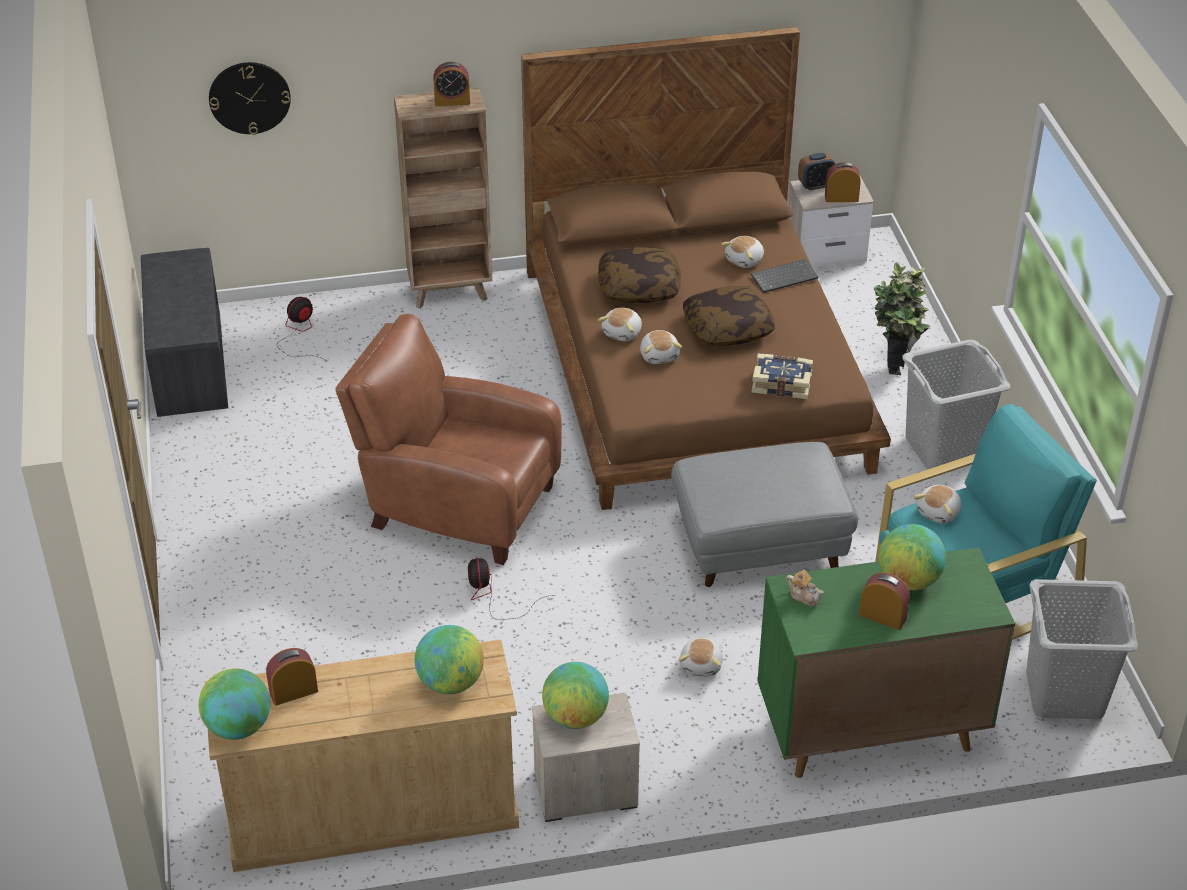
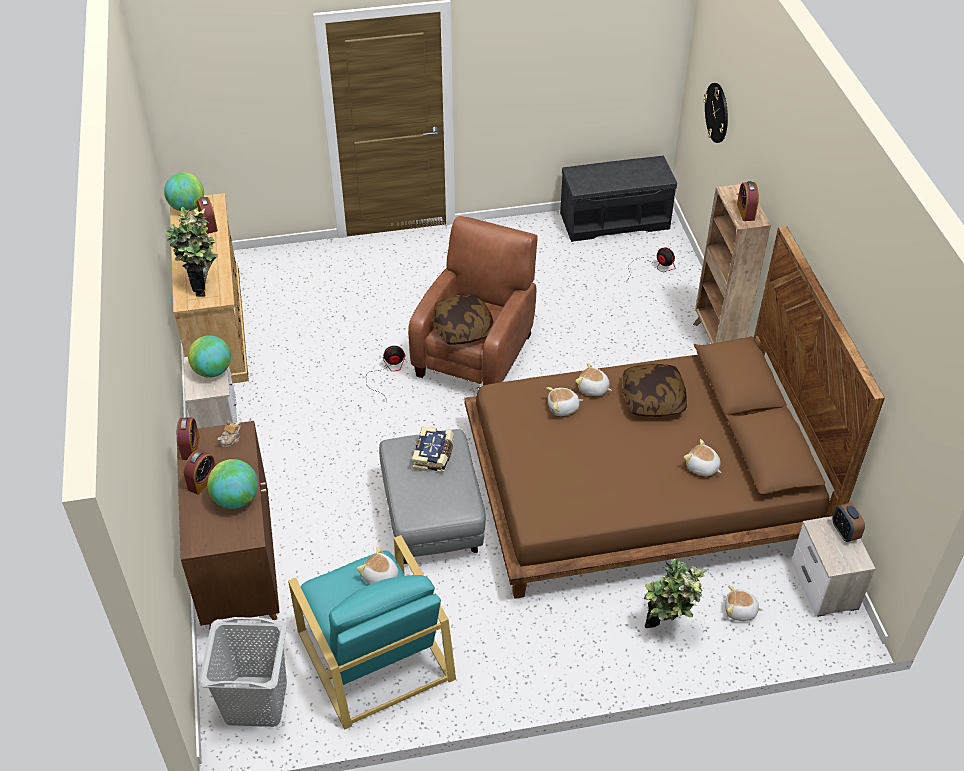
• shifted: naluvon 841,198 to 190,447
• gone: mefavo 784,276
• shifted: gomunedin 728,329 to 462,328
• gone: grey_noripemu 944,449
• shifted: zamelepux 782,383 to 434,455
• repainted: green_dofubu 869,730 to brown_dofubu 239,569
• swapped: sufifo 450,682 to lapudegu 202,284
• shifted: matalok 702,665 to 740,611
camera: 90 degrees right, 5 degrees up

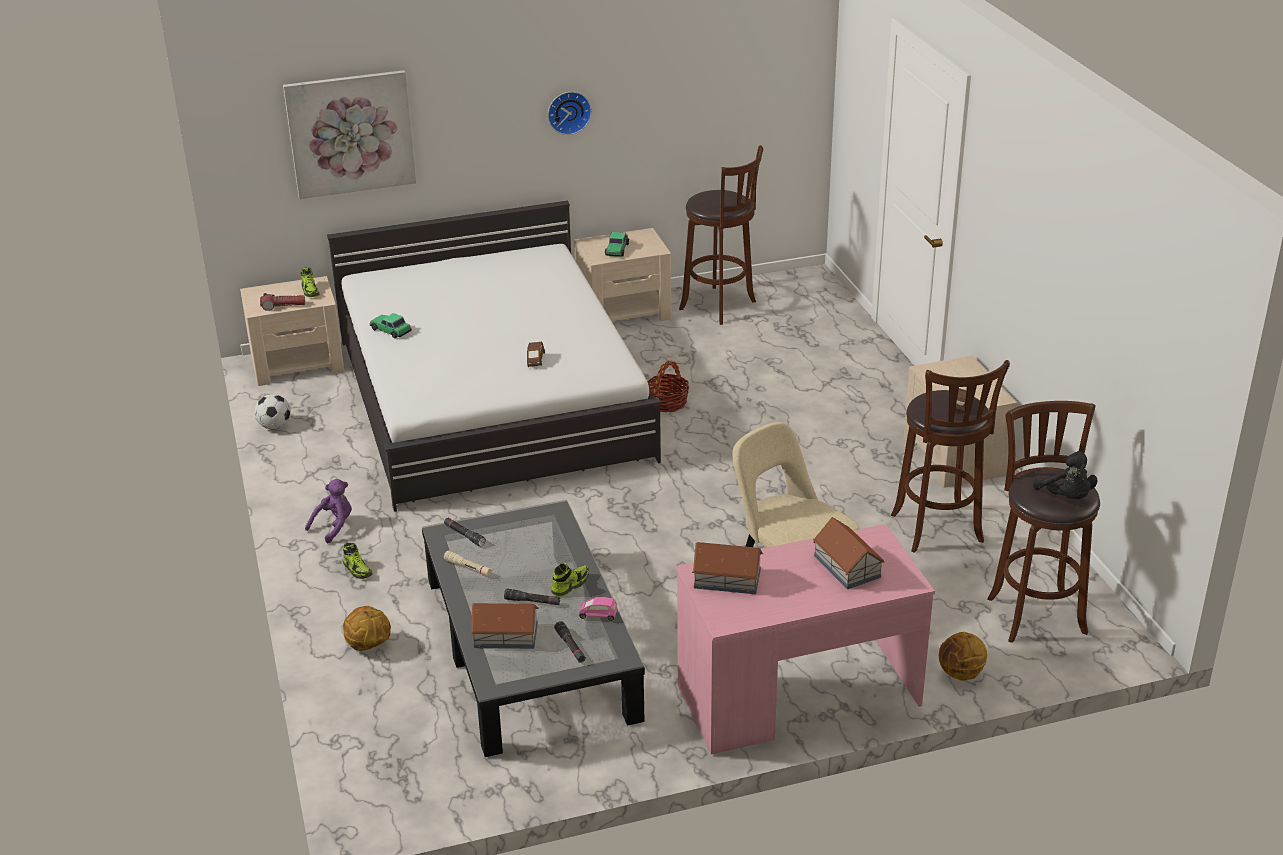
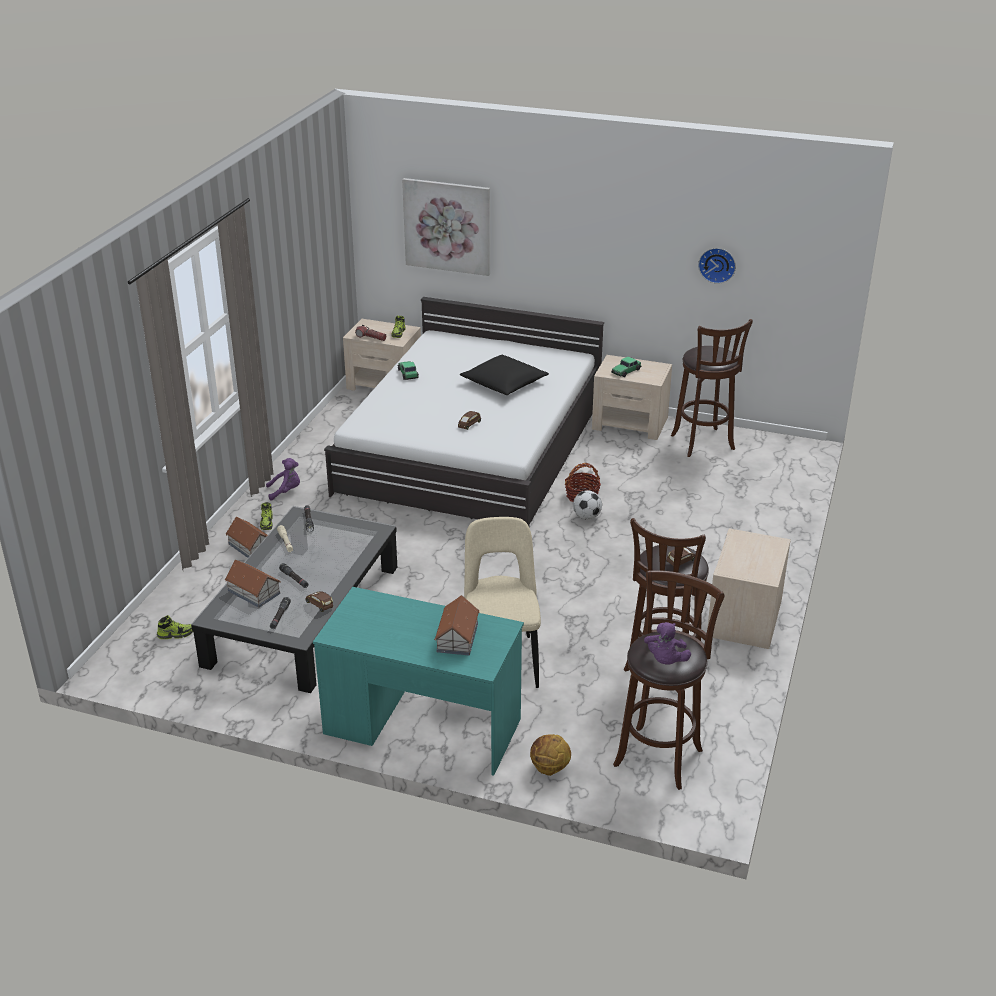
• shifted: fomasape 568,111 to 717,264
• shifted: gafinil 274,426 to 586,517
• repainted: black_matalok 1066,497 to purple_matalok 665,661
• repainted: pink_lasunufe 798,696 to turquoise_lasunufe 422,726
• shifted: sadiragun 726,578 to 250,546
• shifted: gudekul 570,585 to 176,634
• repainted: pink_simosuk 598,615 to brown_simosuk 320,605
• gone: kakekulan 368,645
• new: black_gomunedin 504,383
camera: 35 degrees right, 0 degrees up

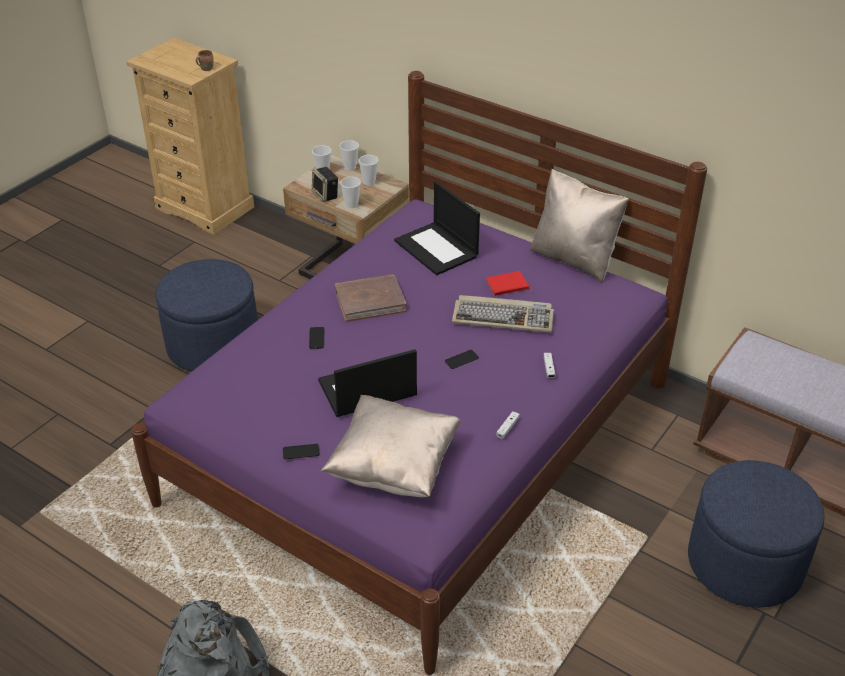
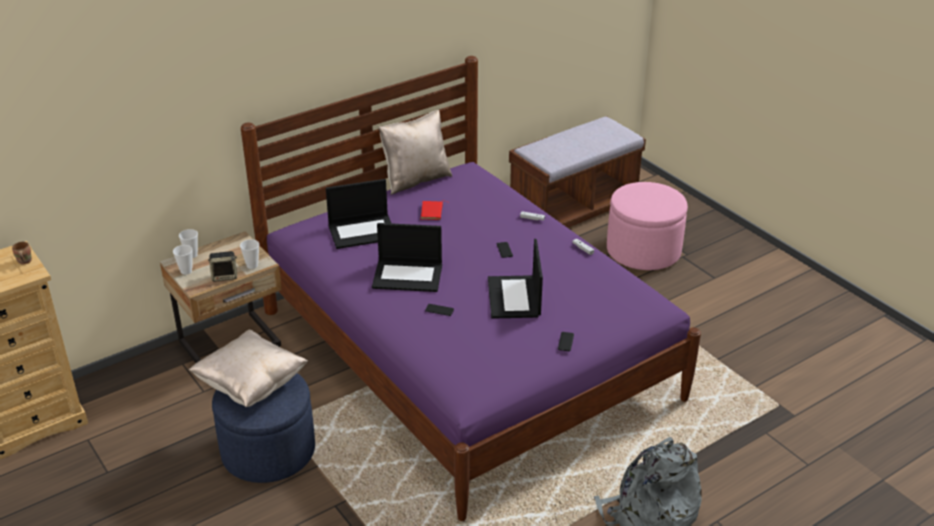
• gone: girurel 369,182
• swapped: brown_zamelepux 370,300 to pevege 408,276
• gone: mefavo 503,317
• shifted: beige_gomunedin 393,467 to 251,385
• repainted: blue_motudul 744,563 to pink_motudul 643,251
camera: 70 degrees left, 5 degrees down

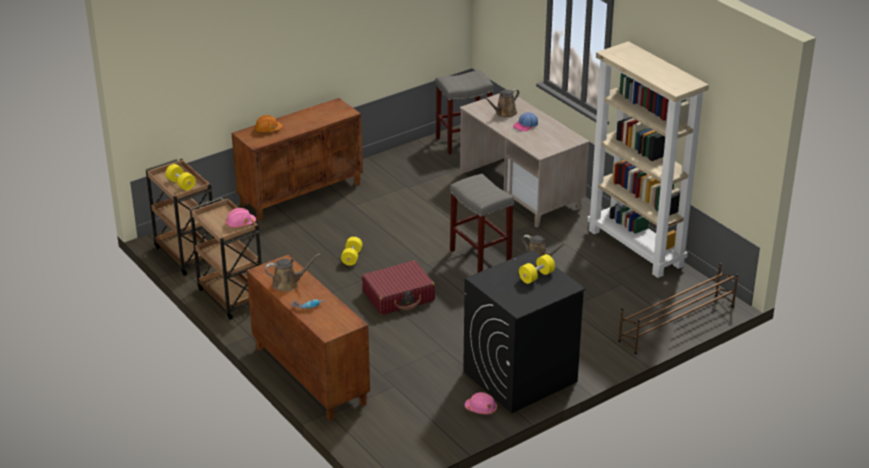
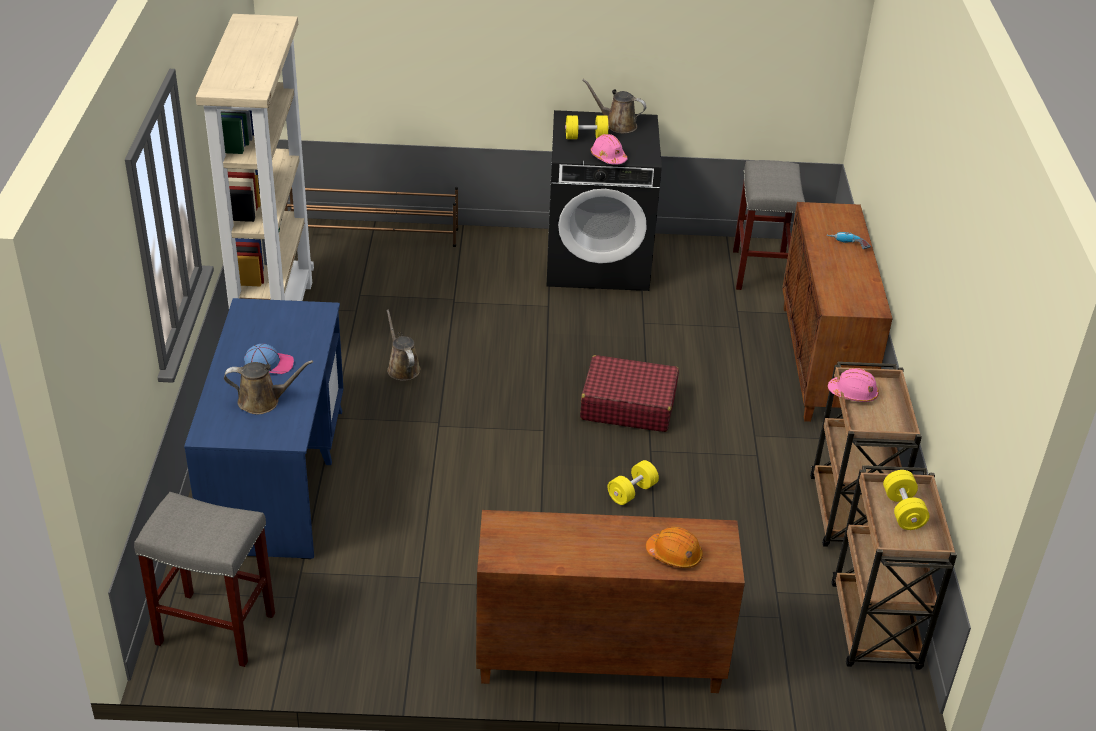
• repainted: beige_lasunufe 522,191 to blue_lasunufe 277,476
• shifted: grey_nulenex 479,256 to 761,272
• shifted: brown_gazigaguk 288,284 to 617,125
• shifted: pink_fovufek 481,408 to 608,157
camera: 145 degrees left, 5 degrees up

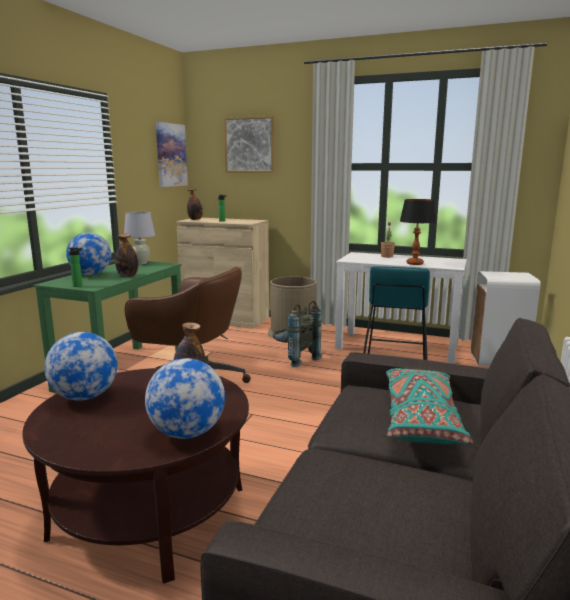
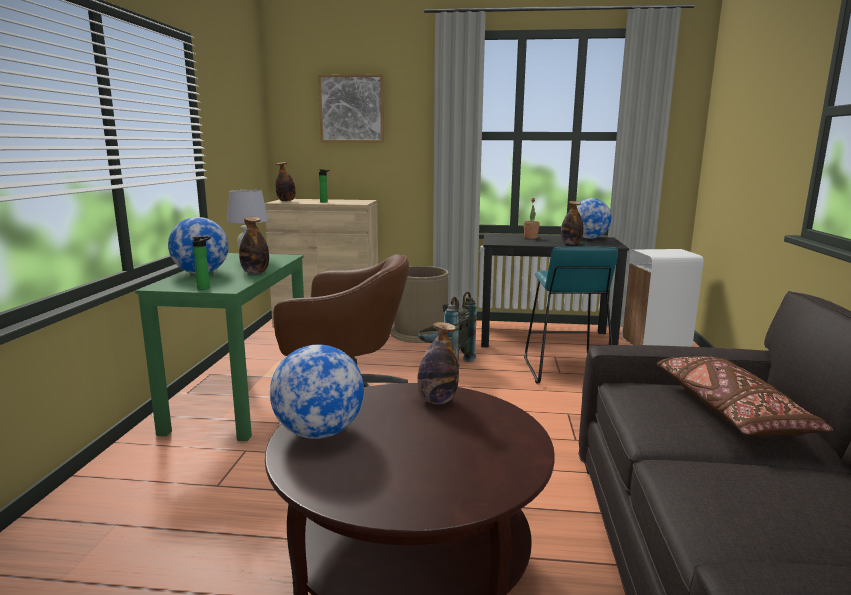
• gone: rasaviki 170,155
• swapped: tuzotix 415,263 to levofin 571,244
• repainted: white_lasunufe 397,347 to black_lasunufe 546,339
• shifted: sufifo 187,433 to 588,238
• repainted: turquoise_gomunedin 421,418 to brown_gomunedin 728,411
camera: 15 degrees left, 0 degrees up

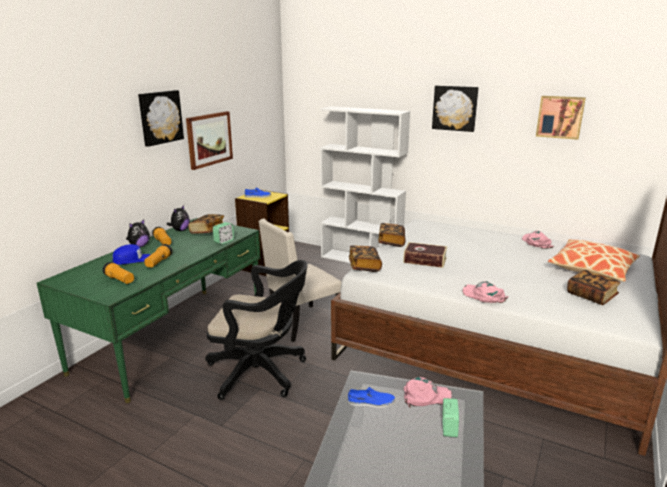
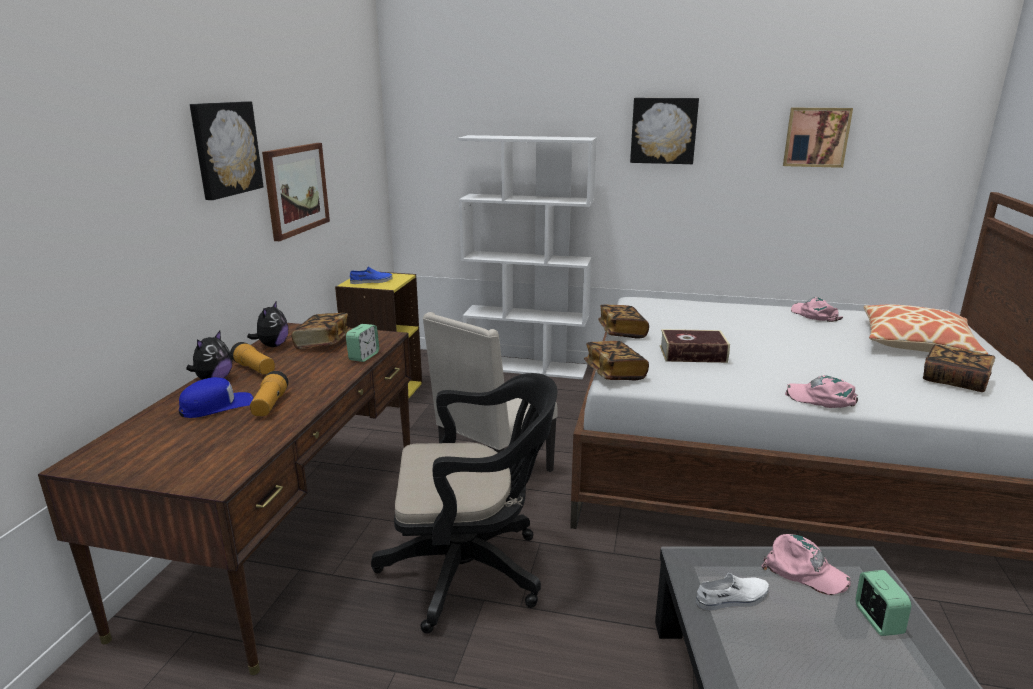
• repainted: green_lasunufe 172,338 to brown_lasunufe 285,533
• gone: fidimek 119,280
• rotated: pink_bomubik 426,396 = 804,571 60 degrees clockwise
• repainted: blue_gudekul 371,403 to white_gudekul 732,598
camera: 15 degrees left, 0 degrees up

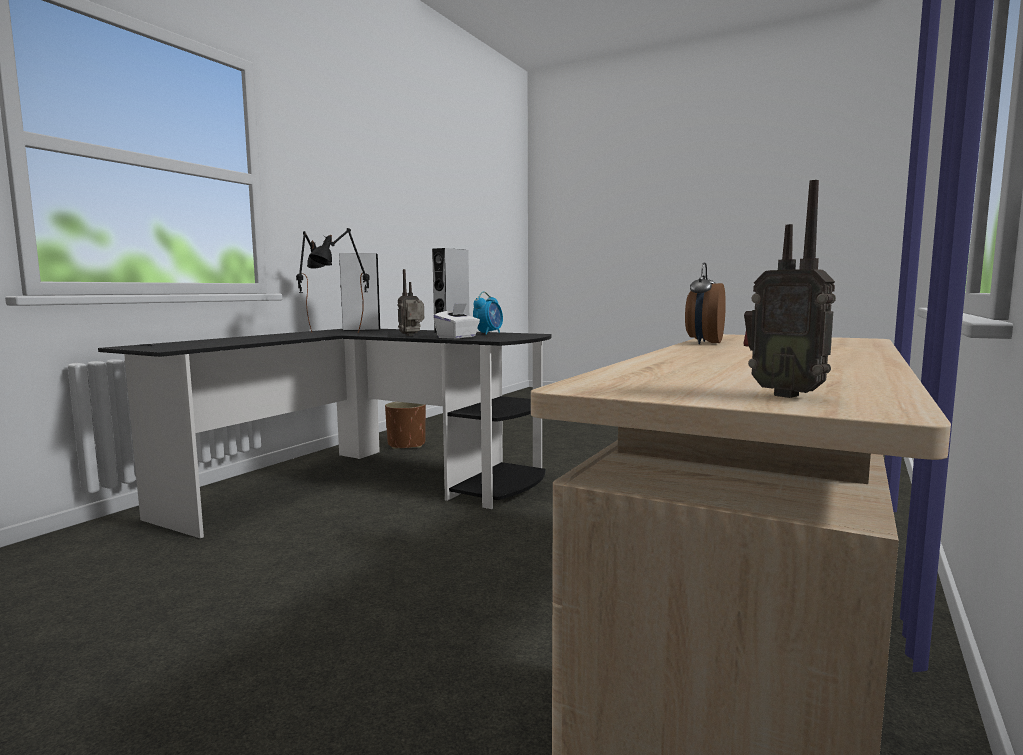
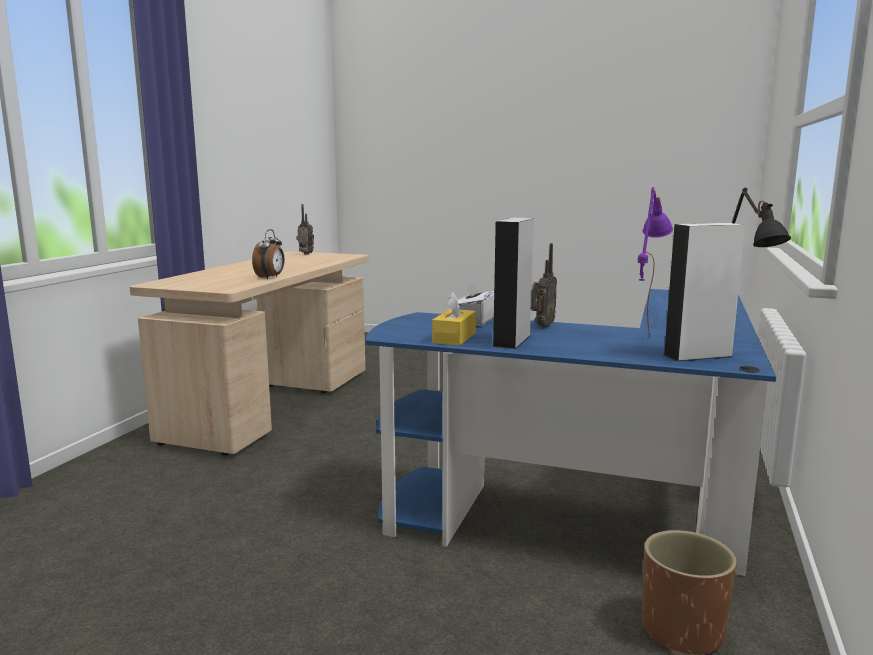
• repainted: black_tuzotix 344,334 to purple_tuzotix 644,330
• swapped: naluvon 488,333 to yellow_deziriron 454,338
• repainted: black_lasunufe 364,484 to blue_lasunufe 601,505
camera: 170 degrees right, 5 degrees up

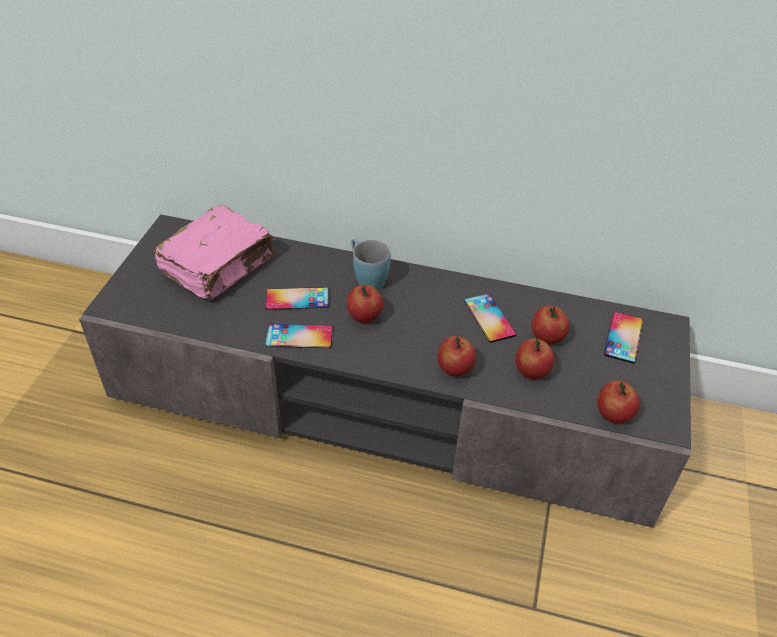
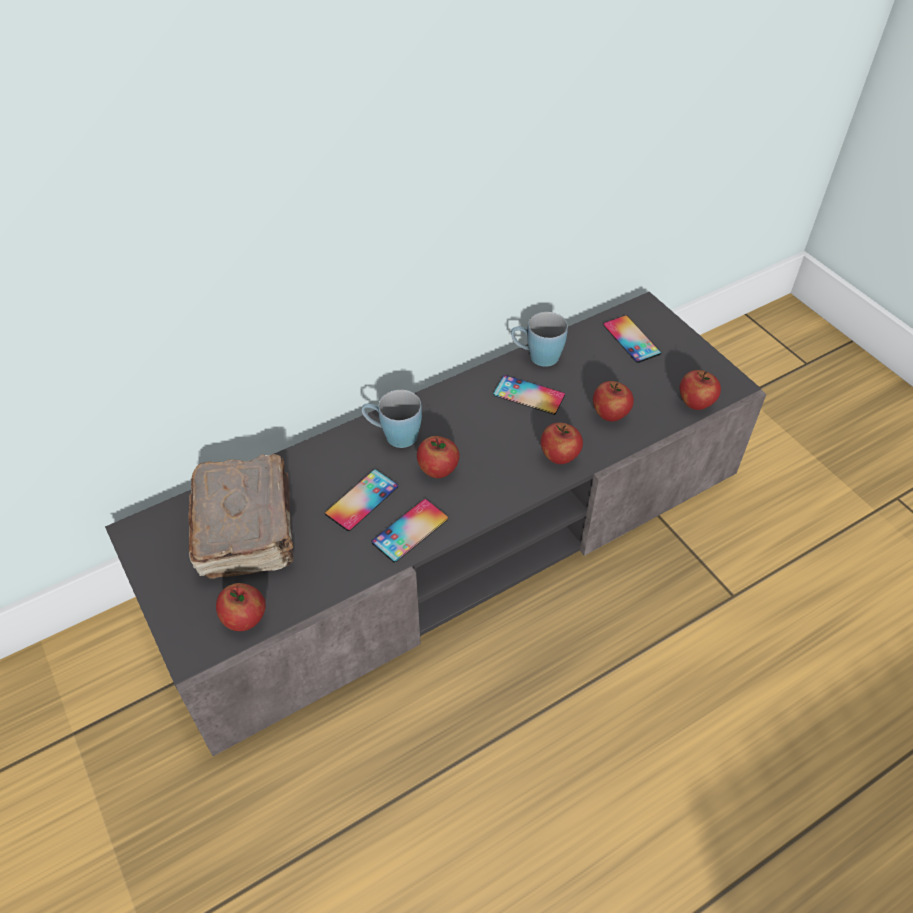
• repainted: pink_zamelepux 220,266 to brown_zamelepux 248,528
• shifted: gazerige 547,338 to 245,619
• new: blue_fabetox 536,356
camera: 45 degrees left, 5 degrees up

